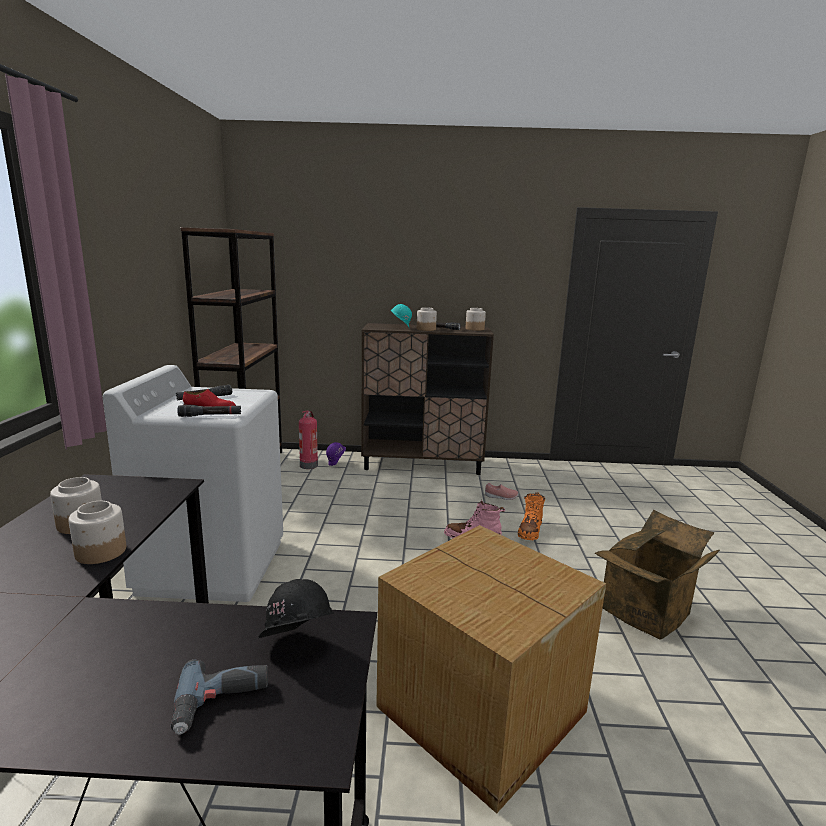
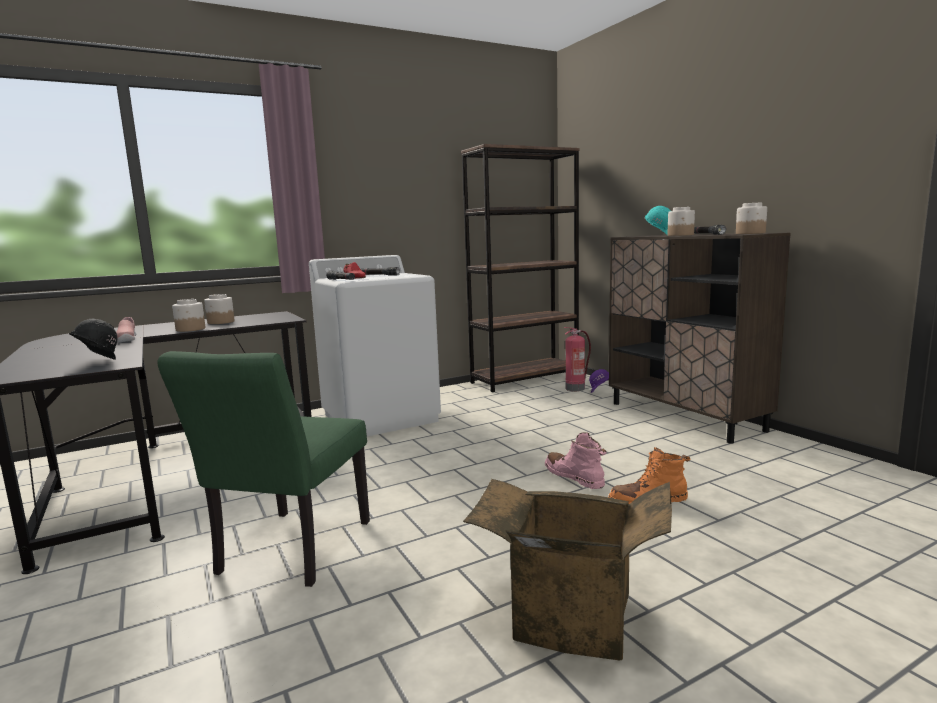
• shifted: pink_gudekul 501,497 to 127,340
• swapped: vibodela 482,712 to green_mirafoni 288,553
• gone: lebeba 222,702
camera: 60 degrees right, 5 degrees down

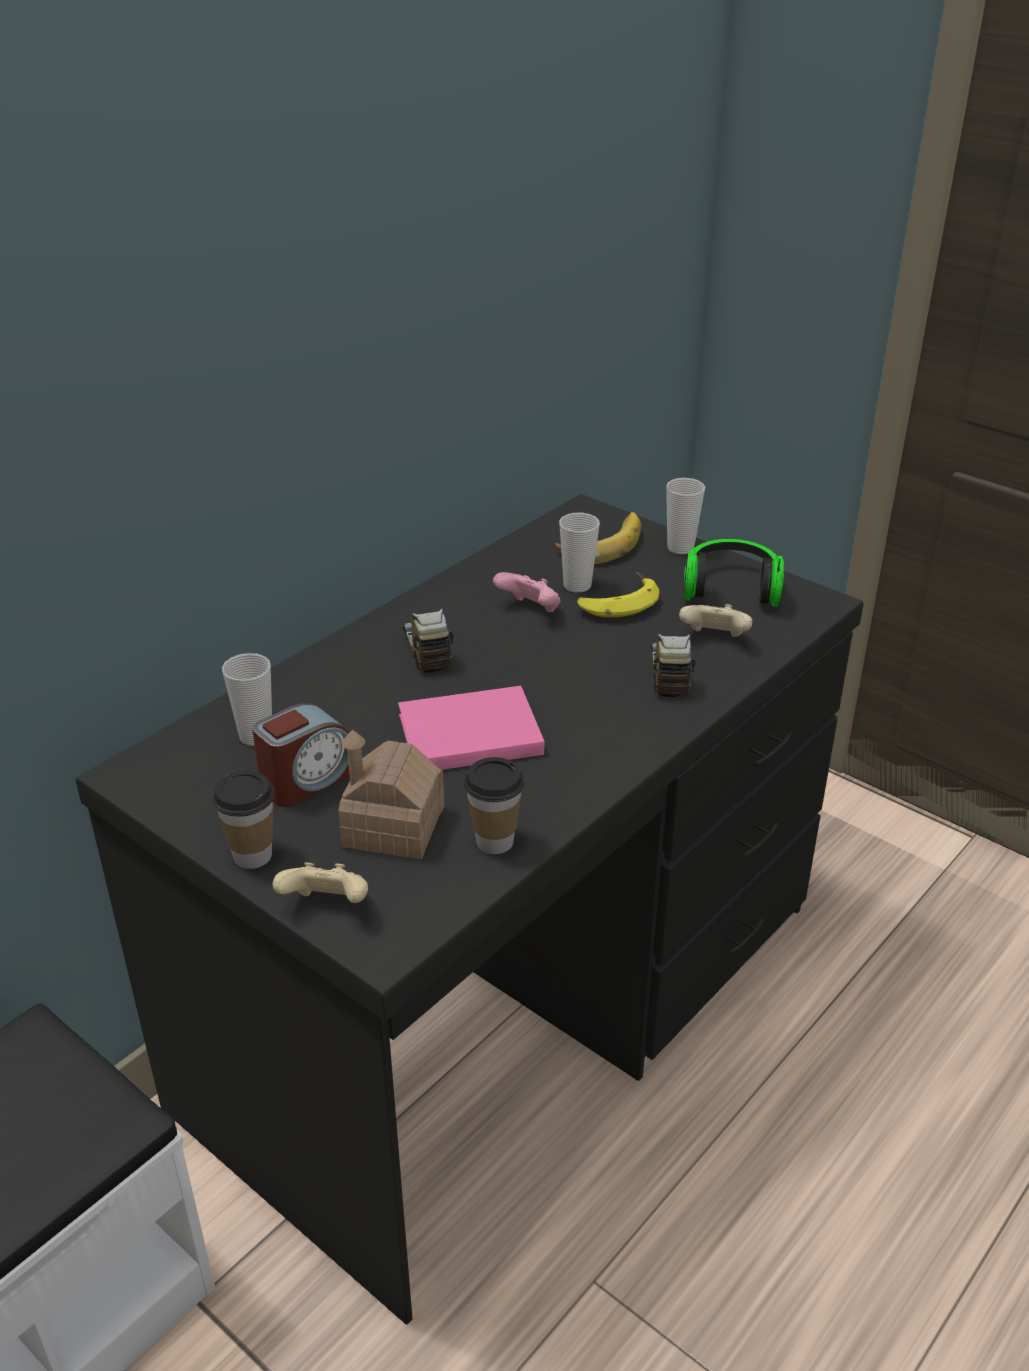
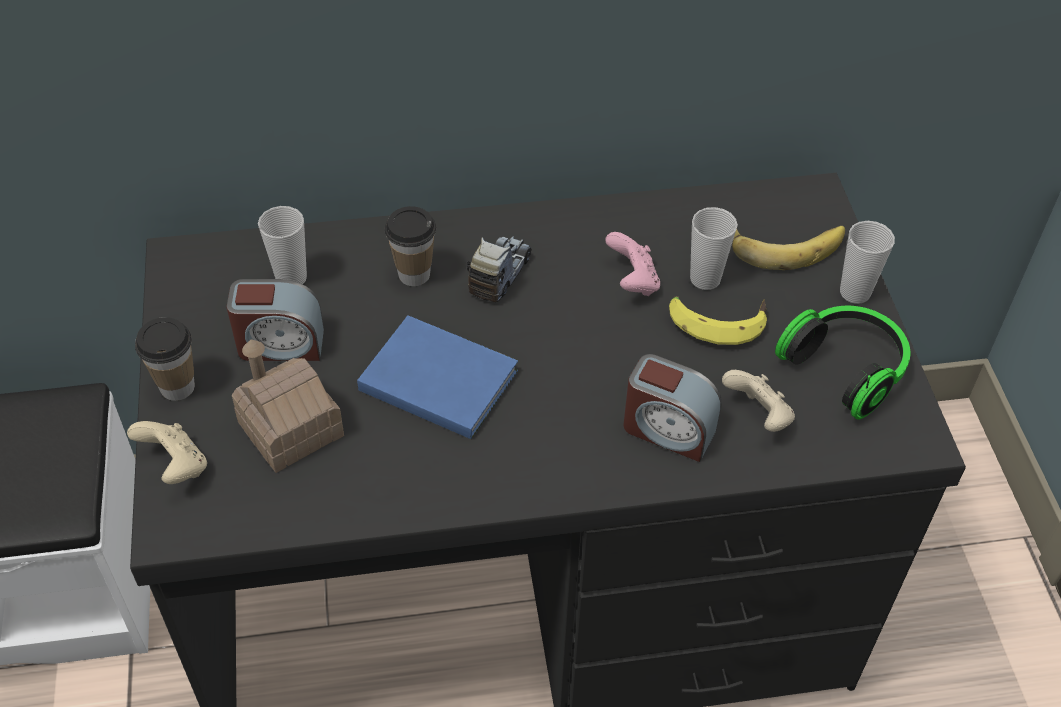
• swapped: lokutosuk 669,676 to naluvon 668,429
• repainted: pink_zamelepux 466,734 to blue_zamelepux 436,377
• shifted: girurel 494,841 to 414,274
camera: 40 degrees right, 15 degrees up

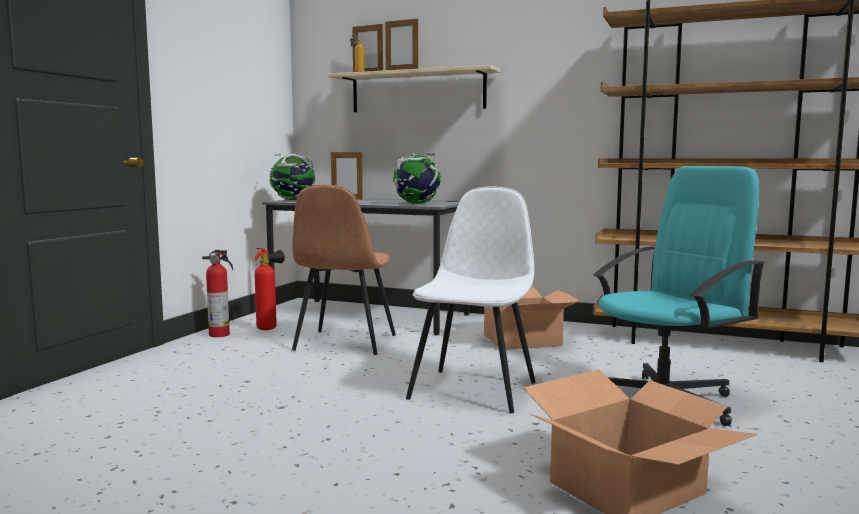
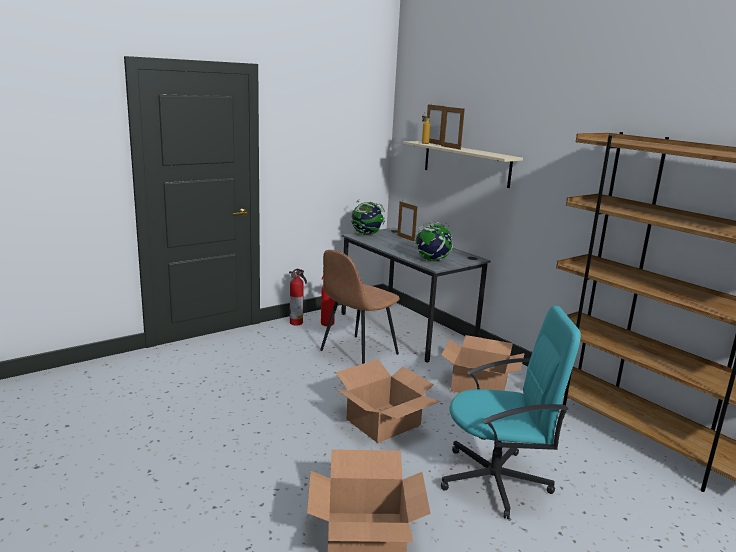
• swapped: white_mirafoni 474,389 to vibodela 384,422
camera: 30 degrees right, 10 degrees up

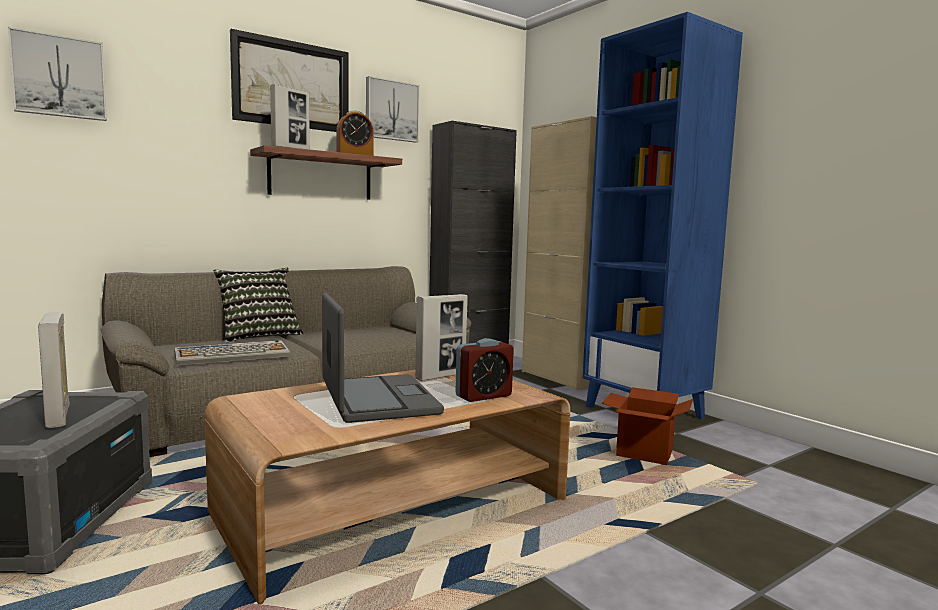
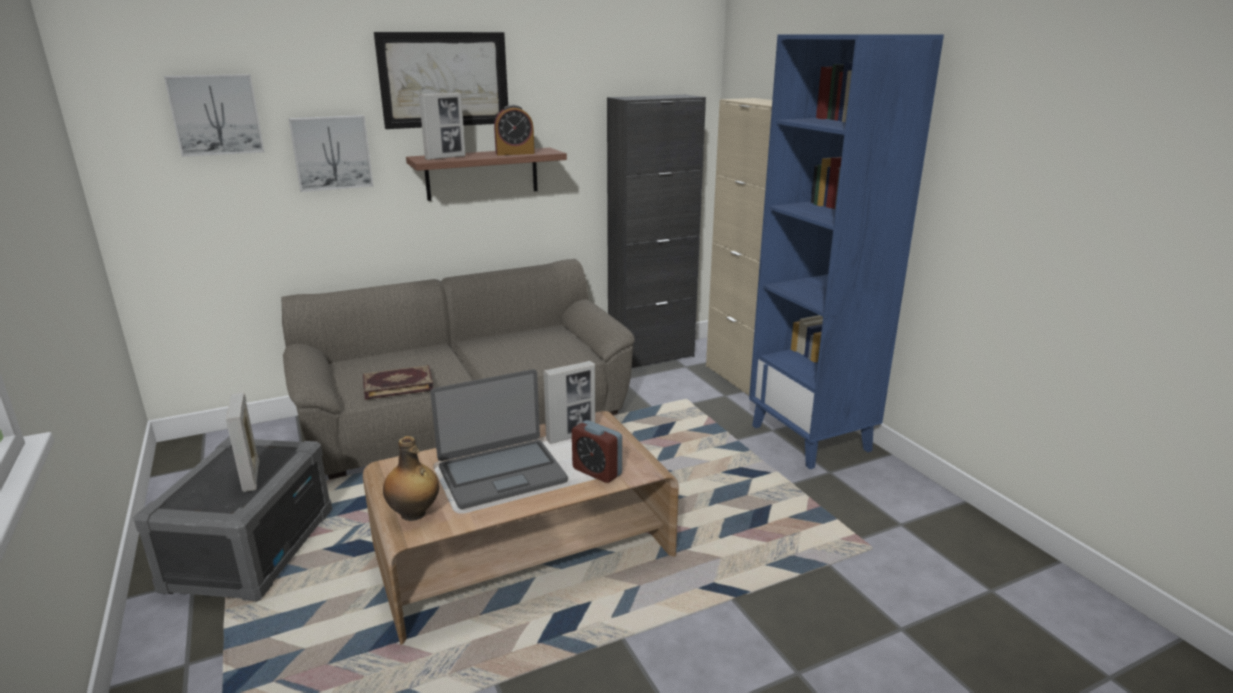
• shifted: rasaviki 391,111 to 331,152
• gone: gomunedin 259,335
• rotated: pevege 377,400 = 501,474 75 degrees clockwise
• rotated: naluvon 483,396 = 597,471 60 degrees clockwise
• swapped: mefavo 233,355 to zamelepux 398,384
• gone: vibodela 645,454
• new: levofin 414,514
camera: 10 degrees right, 15 degrees up

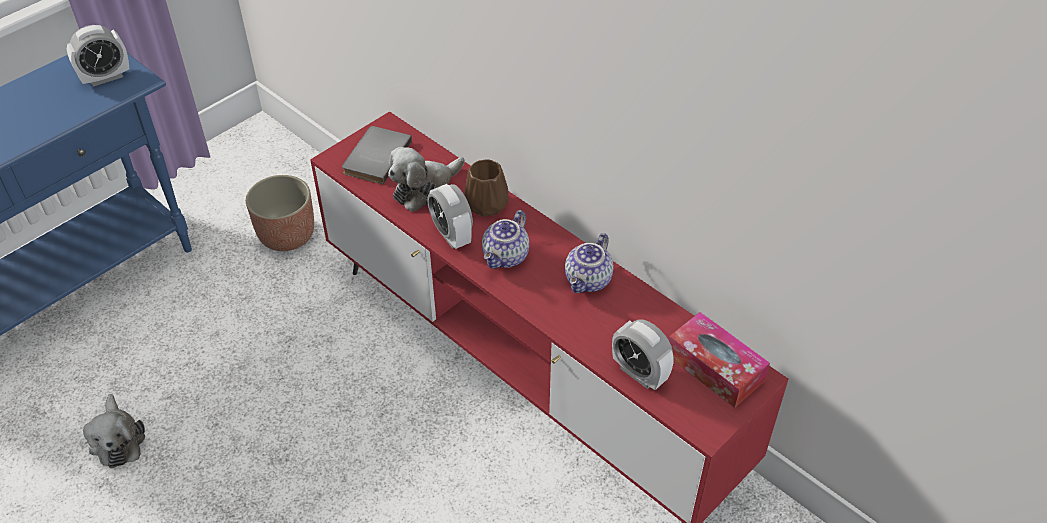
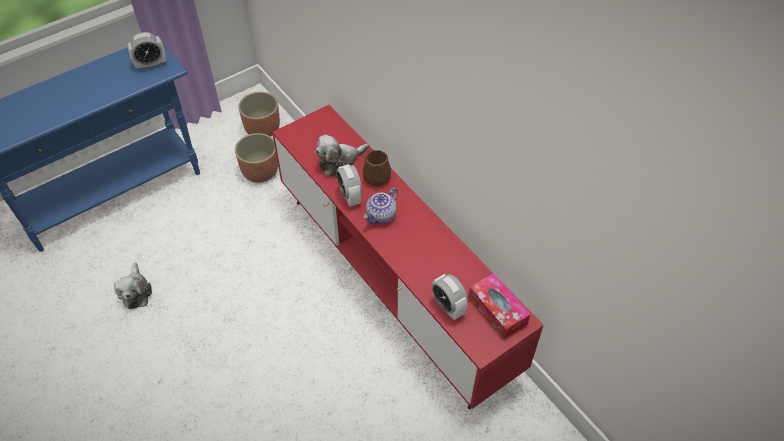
• gone: grey_zamelepux 375,156
• gone: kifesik 589,281
• new: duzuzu 263,129
camera: 10 degrees right, 5 degrees up

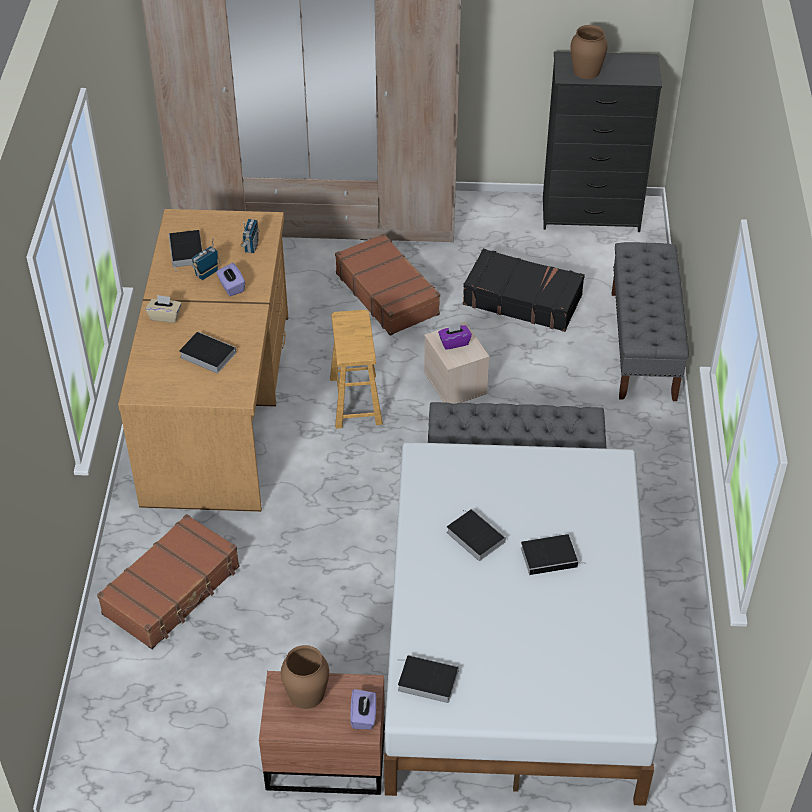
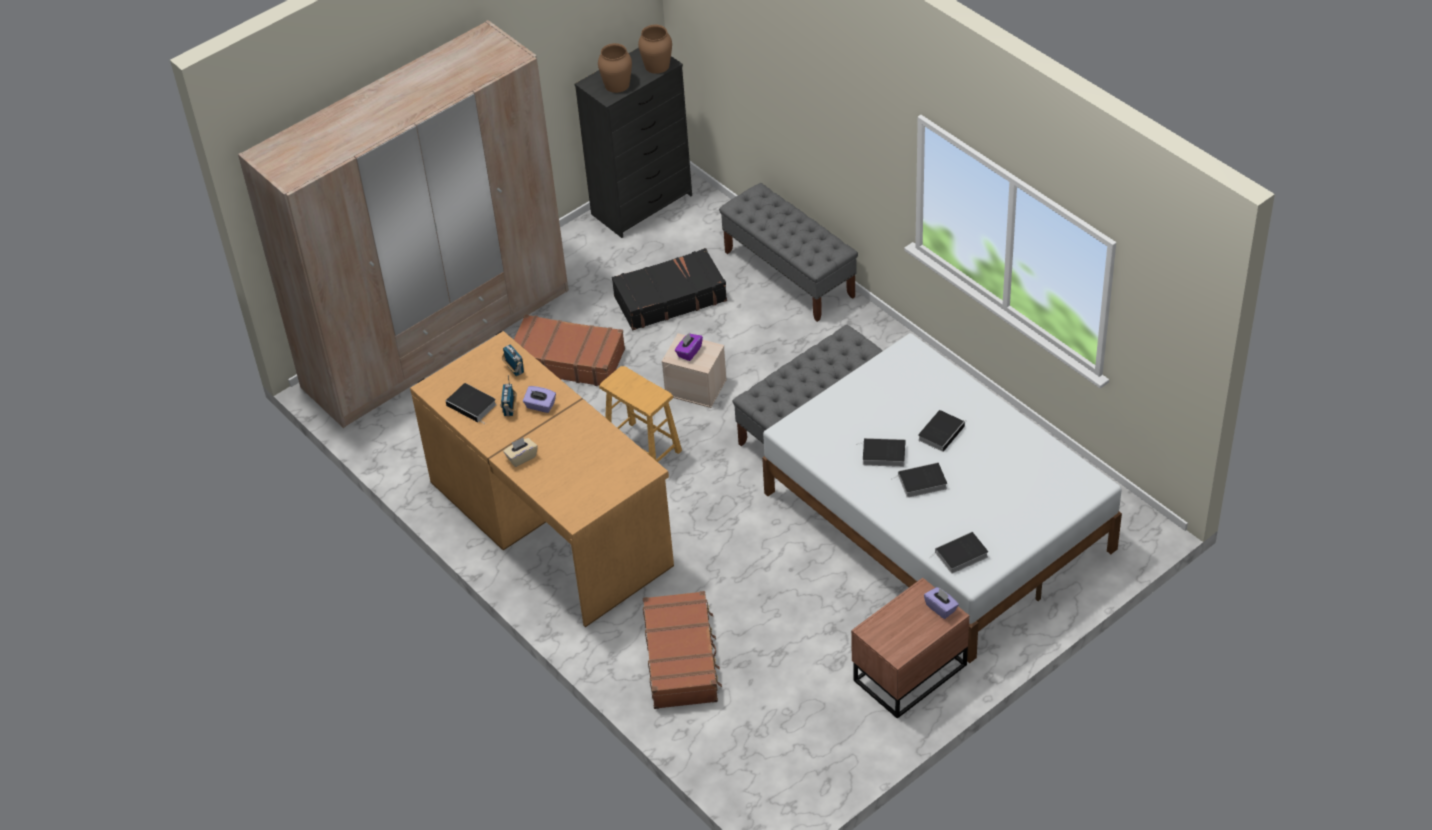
• shifted: zamelepux 206,354 to 921,483
• shifted: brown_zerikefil 307,693 to 657,65
camera: 40 degrees left, 0 degrees up

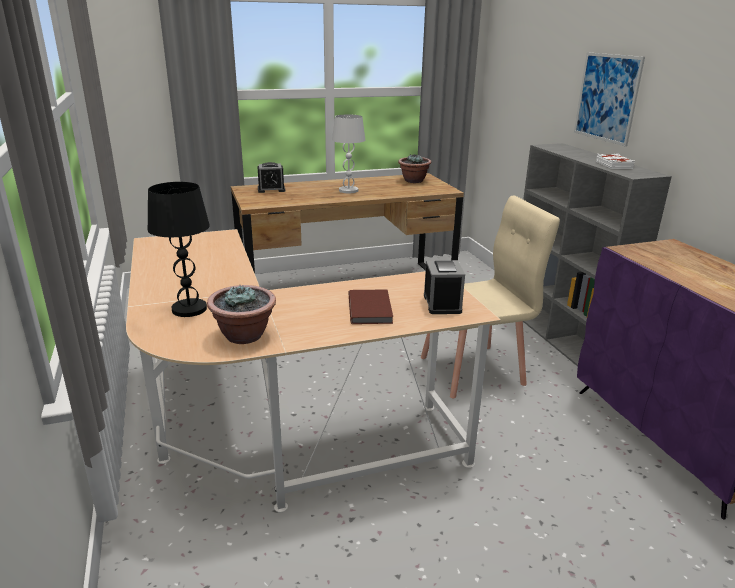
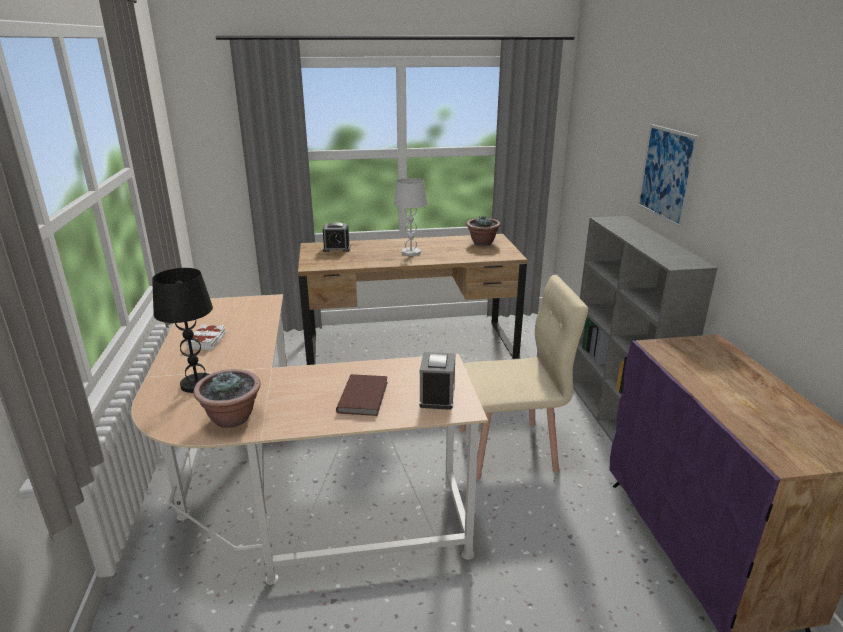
• shifted: white_zamelepux 614,165 to 207,340
camera: 10 degrees right, 0 degrees up

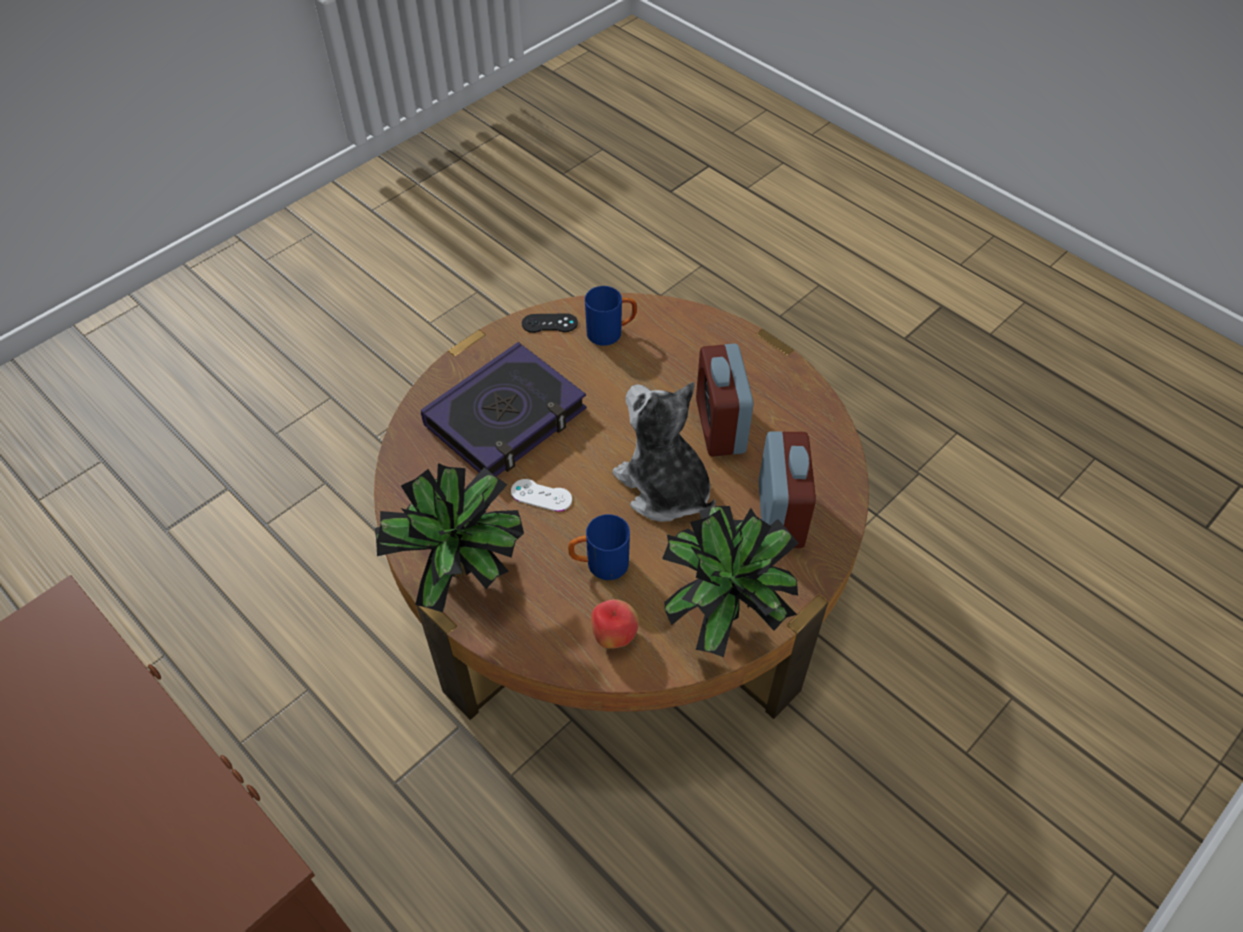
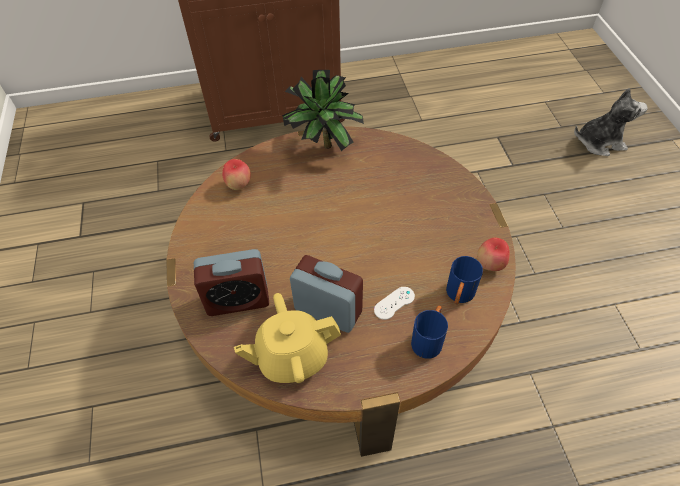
• swapped: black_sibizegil 549,323 to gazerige 490,265
• gone: zamelepux 506,418
• shifted: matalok 664,487 to 599,142
• rotated: naluvon 780,514 = 237,300 45 degrees counterclockwise
• shifted: white_sibizegil 541,495 to 394,303
• gone: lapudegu 723,614
• shifted: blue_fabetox 599,564 to 428,339
• new: yellow_kifesik 292,357
camera: 125 degrees right, 0 degrees up

